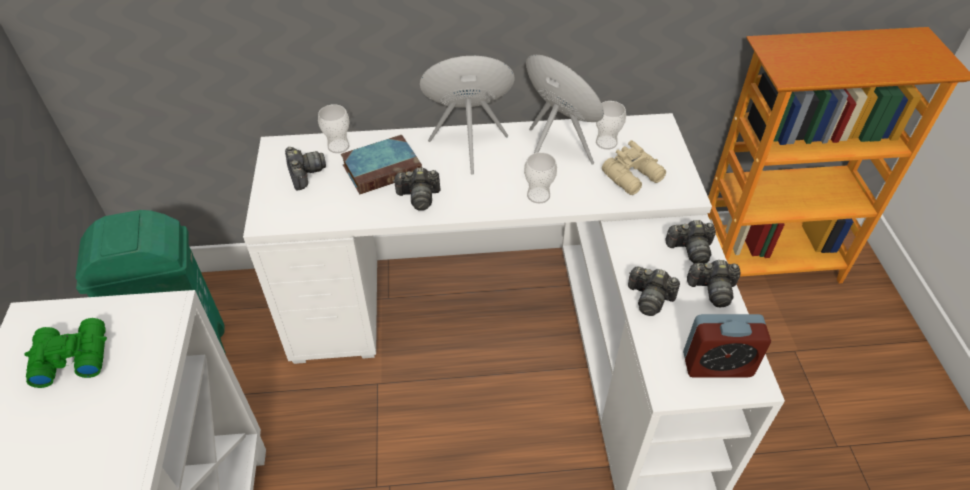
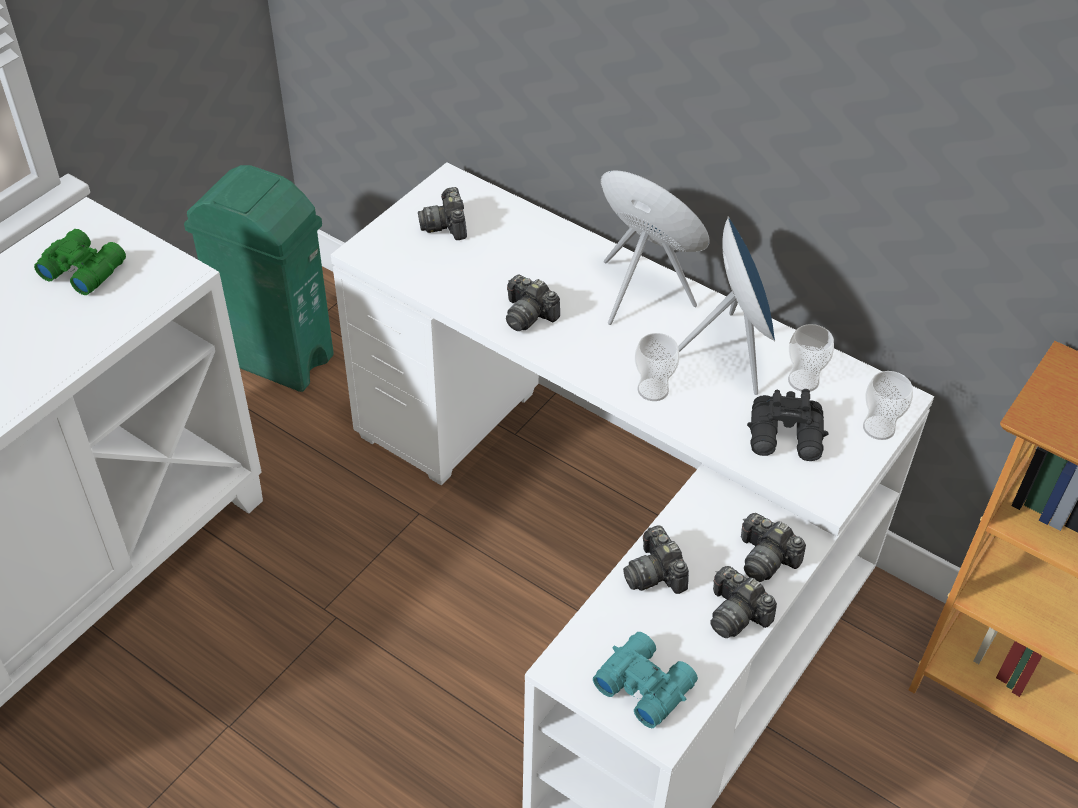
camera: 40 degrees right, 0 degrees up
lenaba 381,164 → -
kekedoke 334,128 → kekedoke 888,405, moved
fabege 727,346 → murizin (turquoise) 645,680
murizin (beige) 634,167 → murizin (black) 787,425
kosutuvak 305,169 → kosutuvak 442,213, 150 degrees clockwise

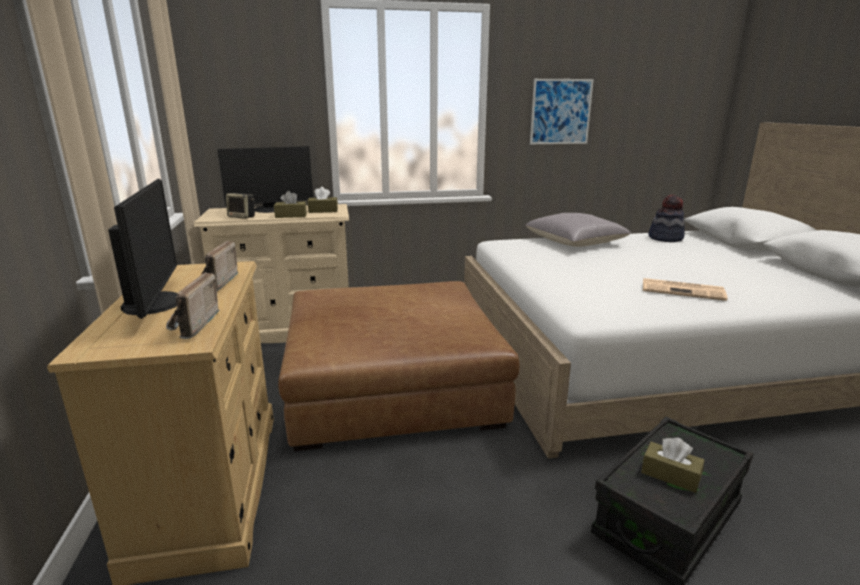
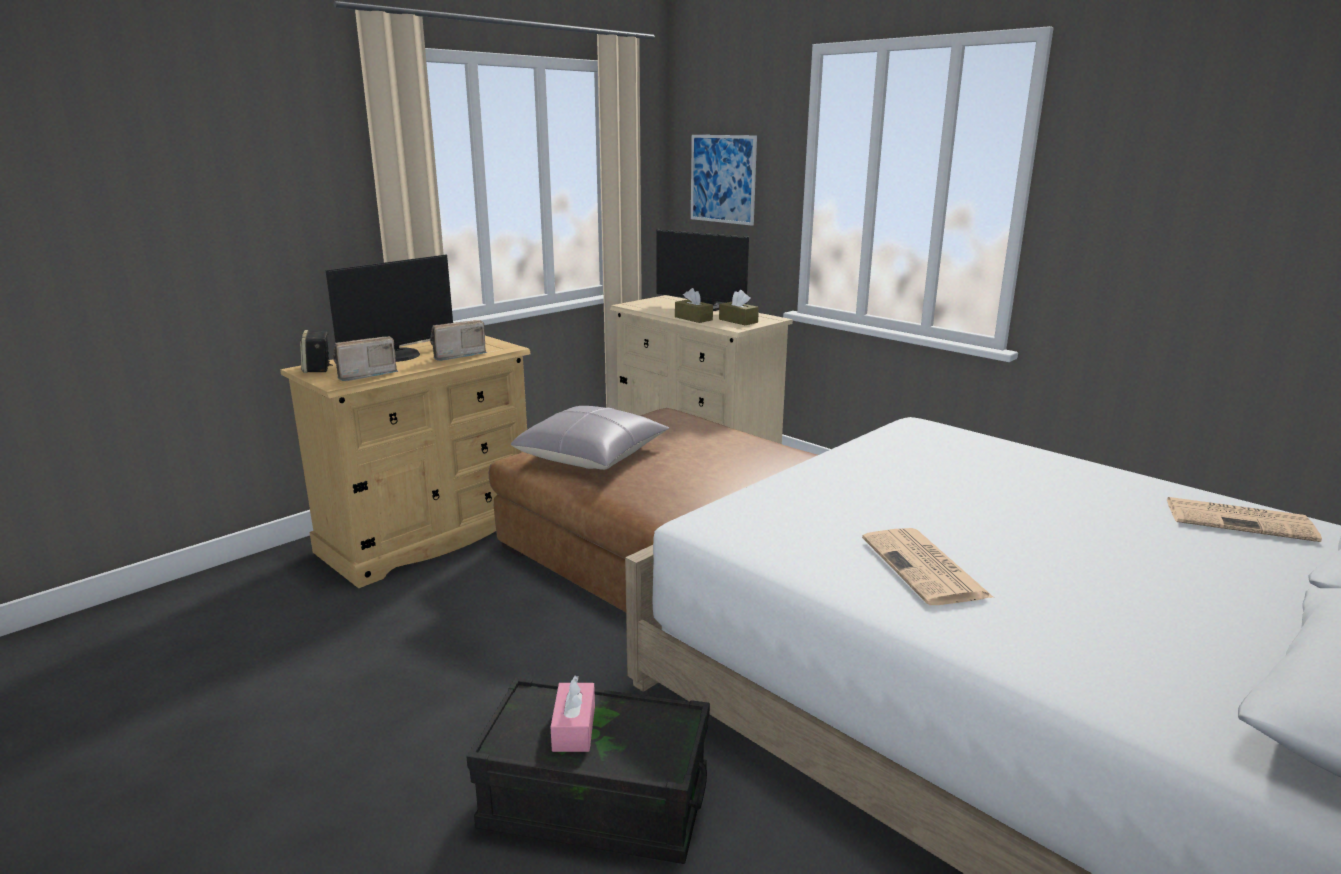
camera: 55 degrees right, 0 degrees up
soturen 240,206 → soturen 316,351, moved
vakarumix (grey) 578,230 → vakarumix (grey) 590,438, moved
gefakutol 562,111 → gefakutol 724,180, moved
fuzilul 666,218 → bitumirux 1244,519
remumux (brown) 673,465 → remumux (pink) 573,714

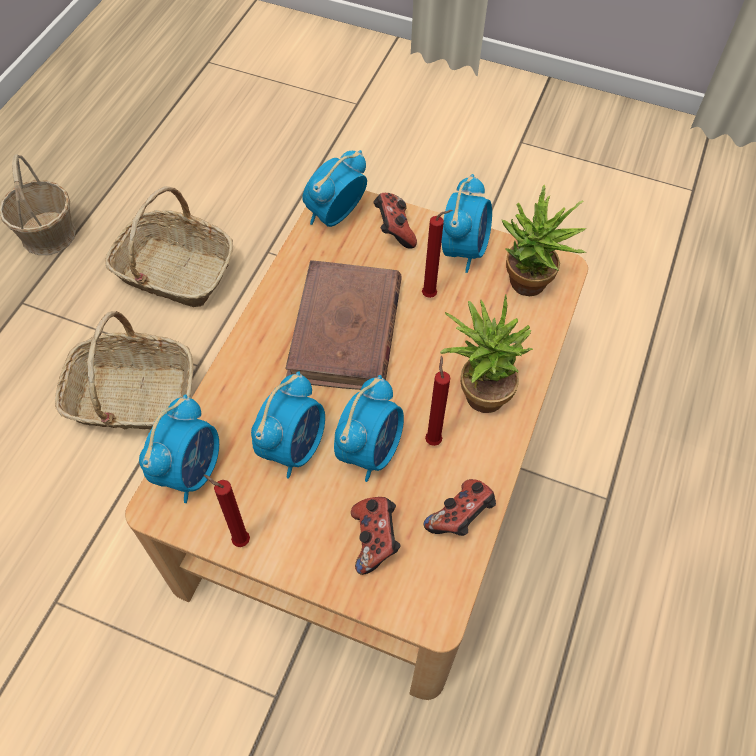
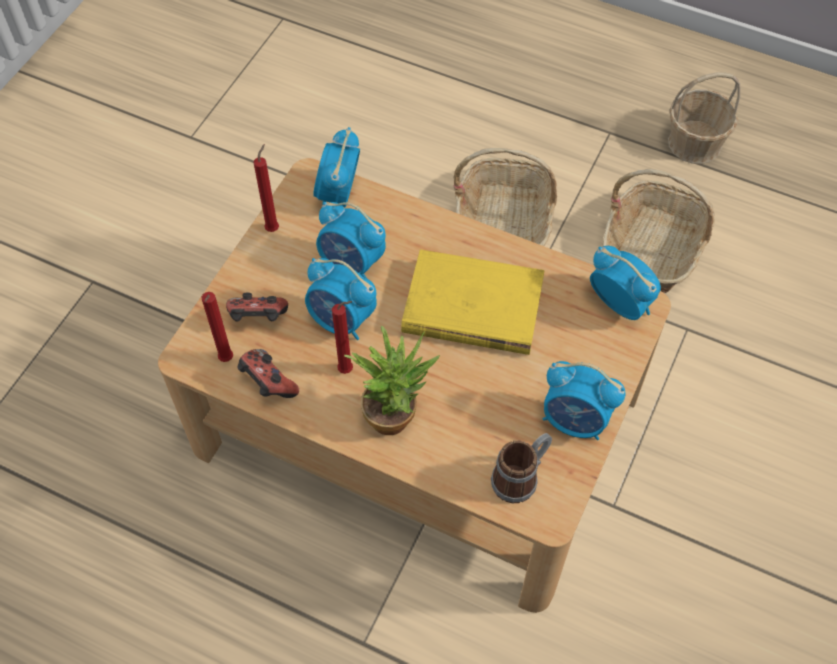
camera: 95 degrees right, 0 degrees up
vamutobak 395,221 → -
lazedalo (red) 437,254 → lazedalo (red) 217,327, moved
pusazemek 543,240 → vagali 521,468
lenaba (brown) 344,325 → lenaba (yellow) 473,302
fabege 179,448 → fabege 336,167, 75 degrees clockwise

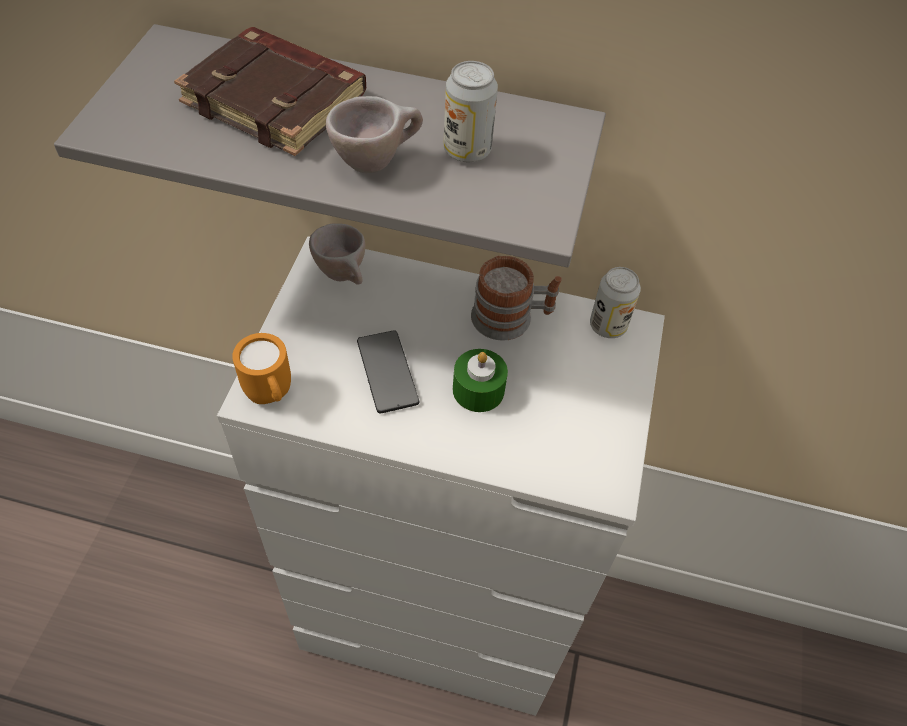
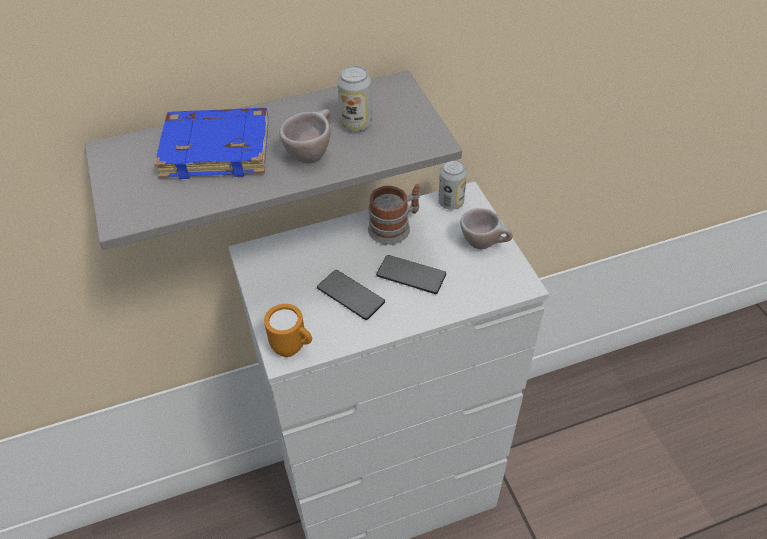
camera: 30 degrees left, 5 degrees down
kekedoke (beige) 337,254 → kekedoke (beige) 486,228, moved
lazedalo (green) 480,380 → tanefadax 411,274
lenaba (brown) 270,91 → lenaba (blue) 211,143

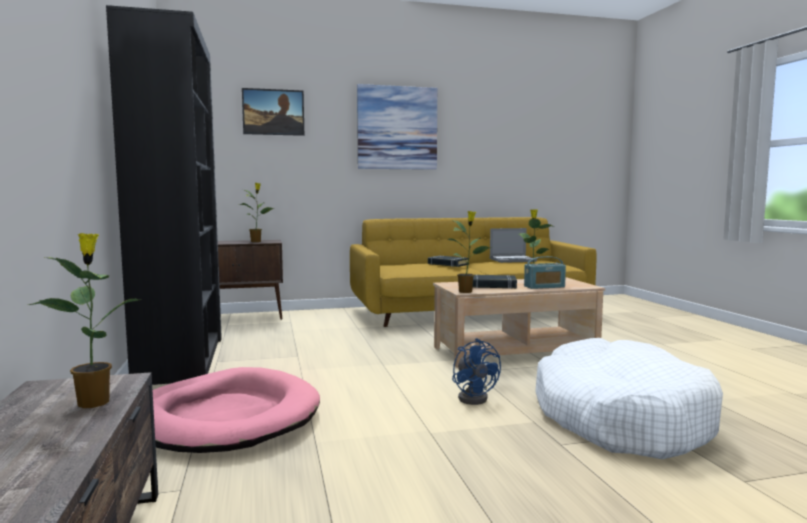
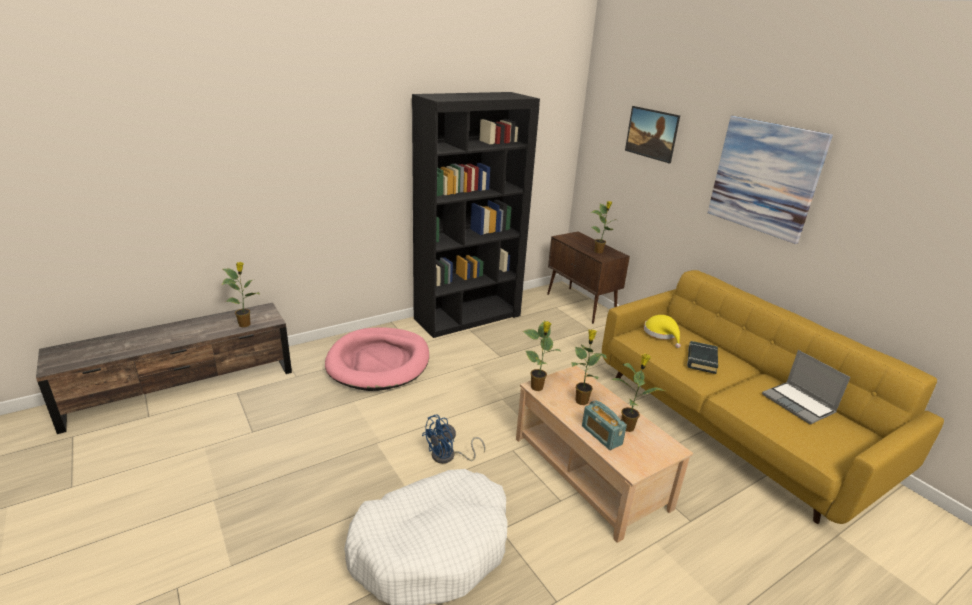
camera: 70 degrees right, 20 degrees up
- → fuzilul (yellow) 662,331
lenaba (black) 495,282 → pusazemek 589,367

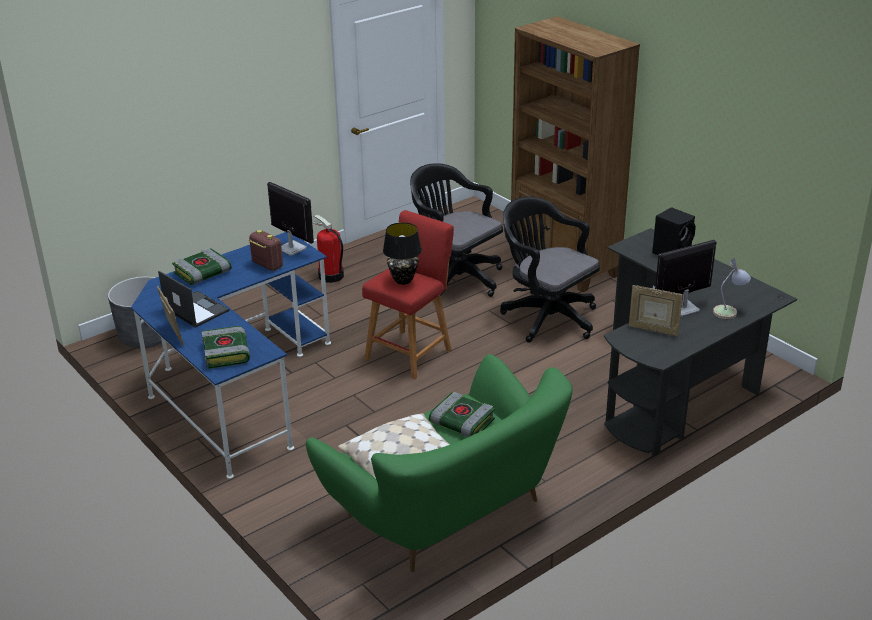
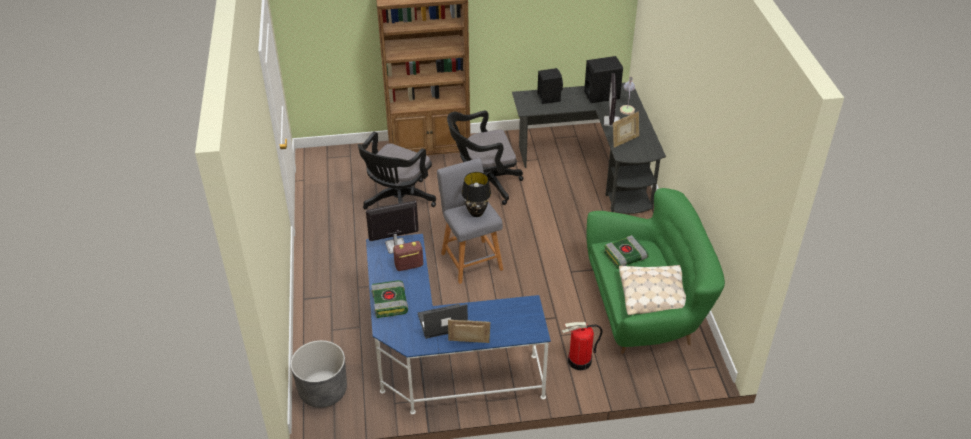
camera: 60 degrees left, 10 degrees up
lenaba 226,347 → -
- → soturen (black) 603,79
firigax 328,249 → firigax 582,346, moved
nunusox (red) 408,294 → nunusox (grey) 470,221
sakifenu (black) 456,230 → sakifenu (black) 397,171, 45 degrees counterclockwise

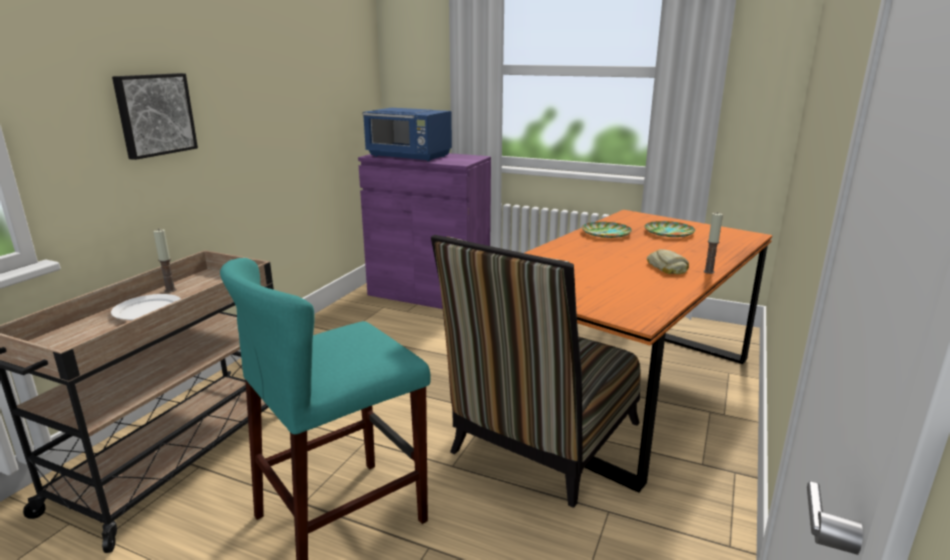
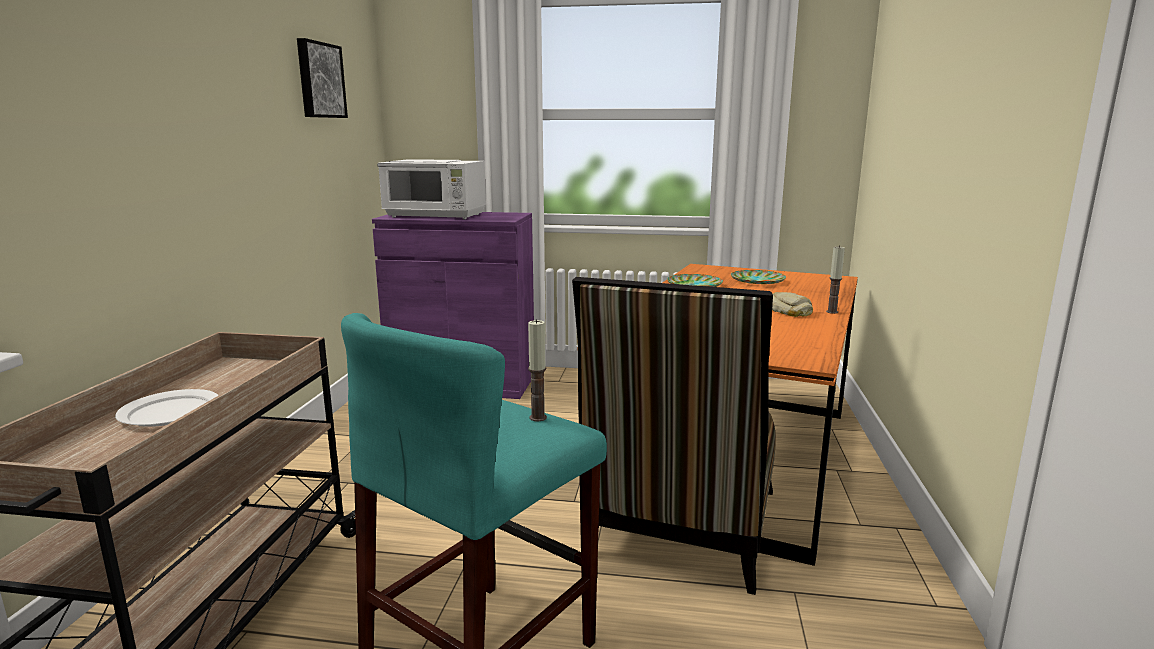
camera: 15 degrees left, 5 degrees down
gefakutol 155,116 → gefakutol 322,78, moved
lazedalo 164,261 → lazedalo 537,370, moved
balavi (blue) 407,135 → balavi (white) 431,189

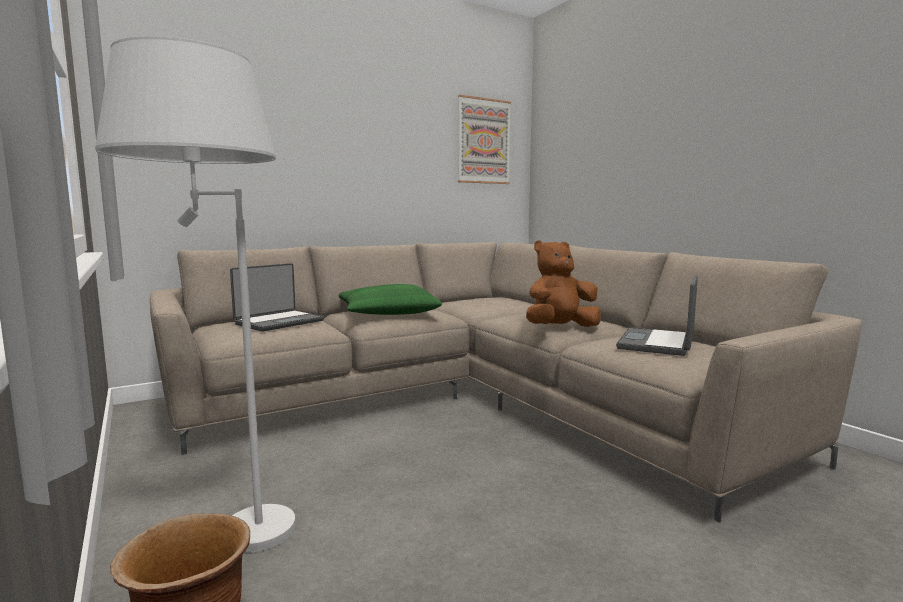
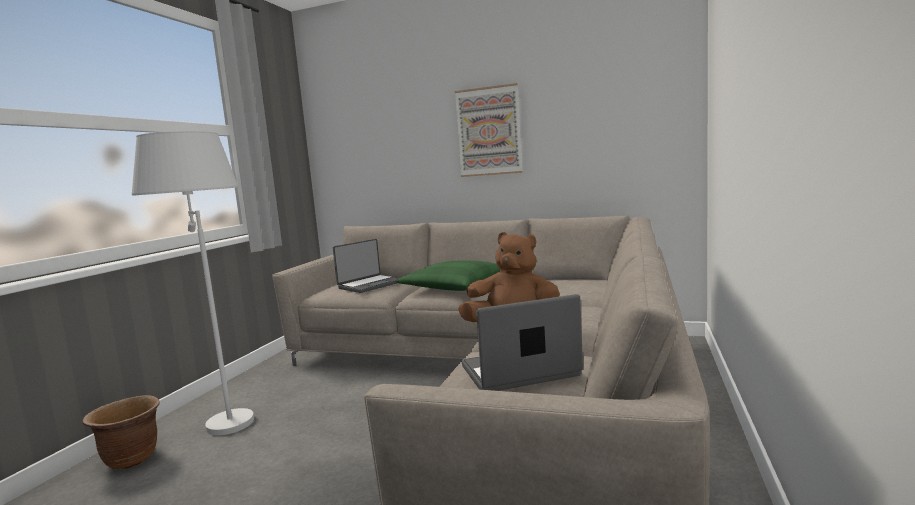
camera: 50 degrees right, 0 degrees up
gefakutol 484,139 → gefakutol 489,130, moved
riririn 277,297 → riririn 366,266, 45 degrees counterclockwise

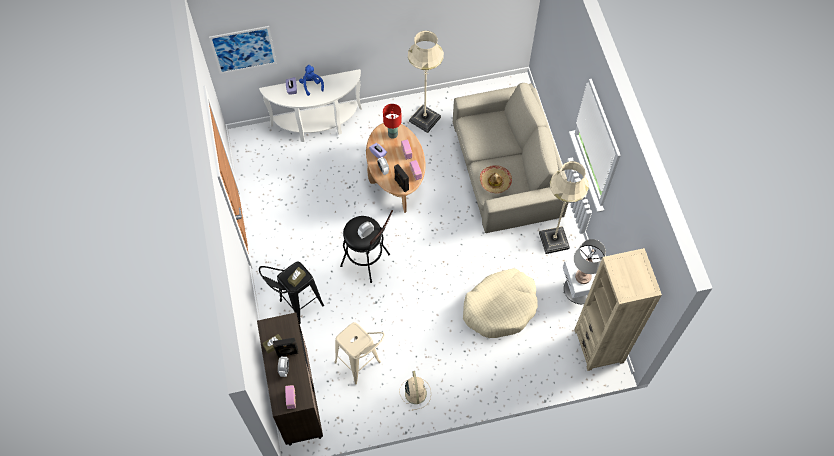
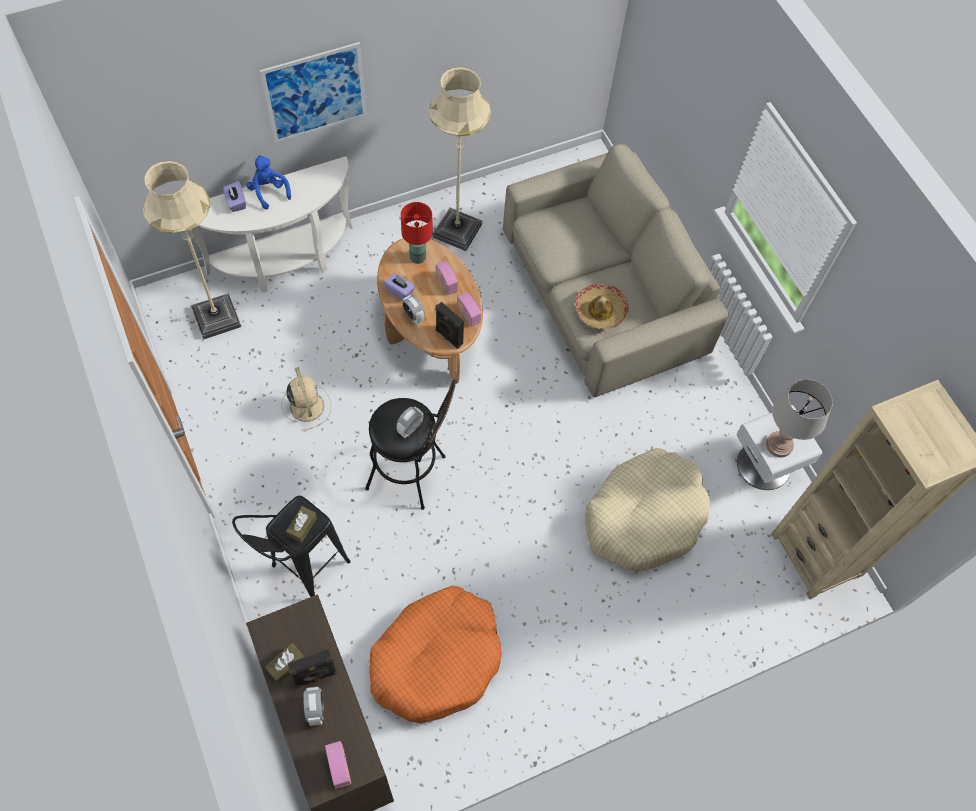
camera: 15 degrees left, 0 degrees up
gefakutol 243,50 → gefakutol 313,92, moved
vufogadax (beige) 415,391 → vufogadax (beige) 306,399, moved
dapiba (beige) 564,207 → dapiba (beige) 192,250, moved
nunusox (beige) 359,353 → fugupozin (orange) 435,654

